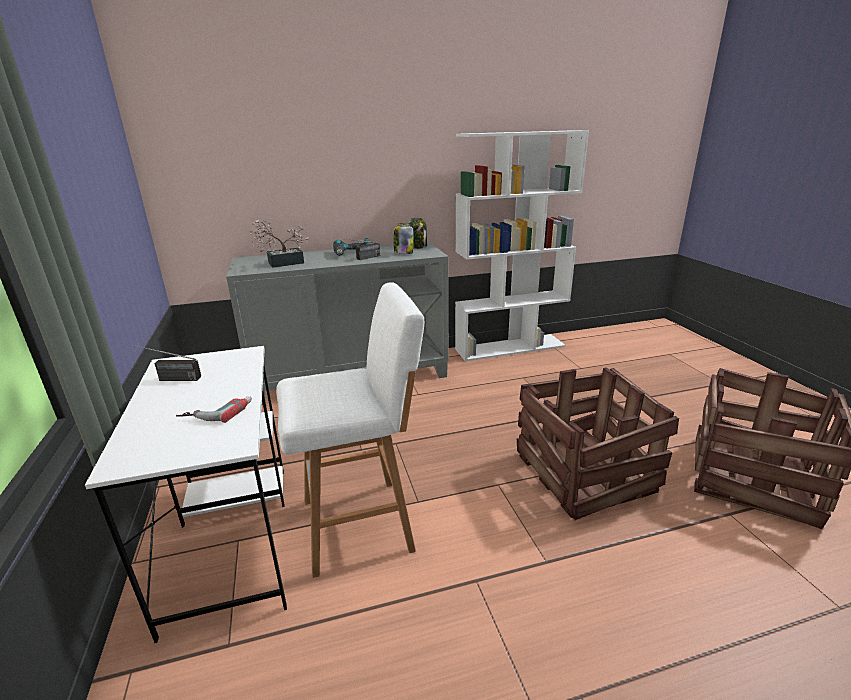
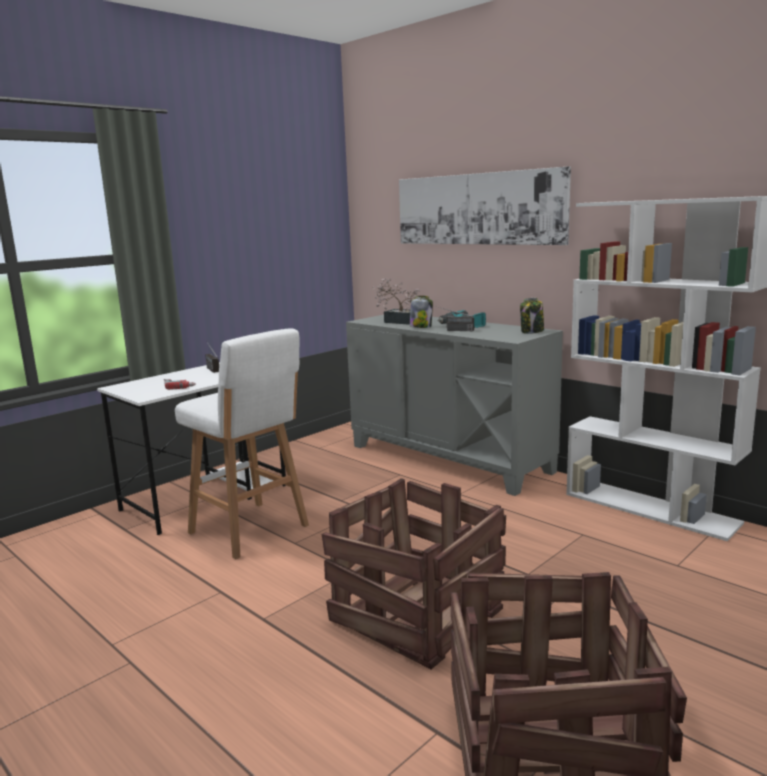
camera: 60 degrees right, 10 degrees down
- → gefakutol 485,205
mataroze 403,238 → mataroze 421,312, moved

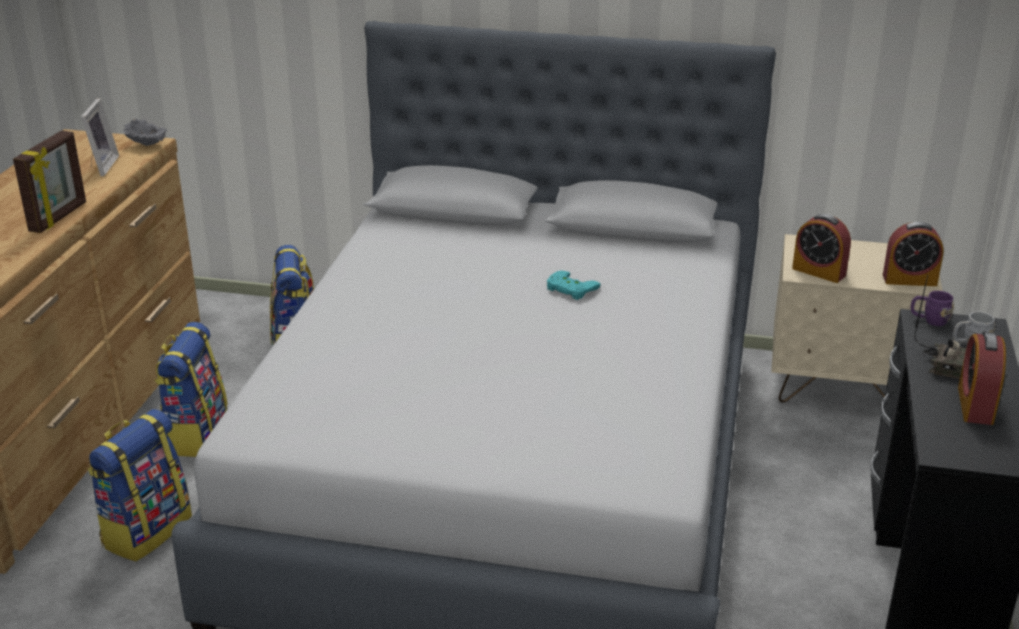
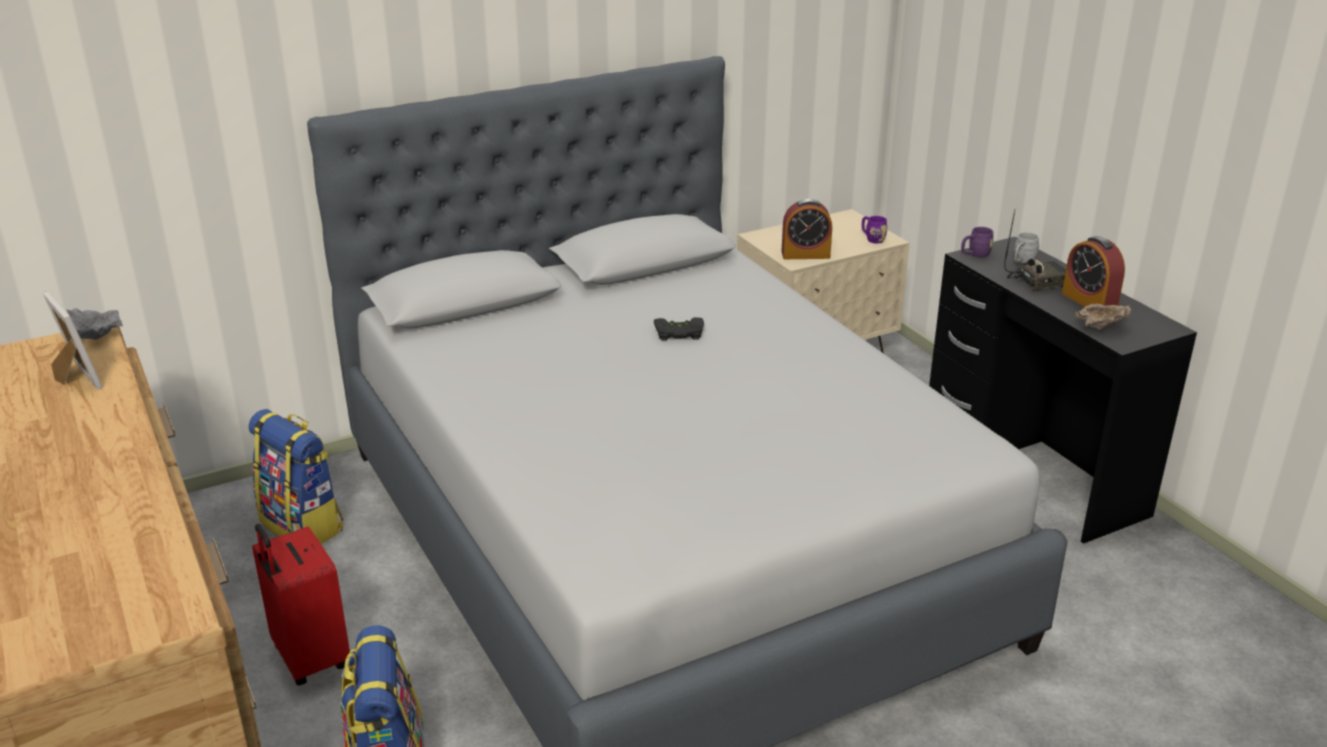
camera: 40 degrees left, 0 degrees up
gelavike 49,181 → -
- → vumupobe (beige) 1103,316
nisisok 191,389 → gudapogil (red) 301,604
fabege 913,254 → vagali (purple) 875,229
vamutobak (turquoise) 573,285 → vamutobak (black) 679,328

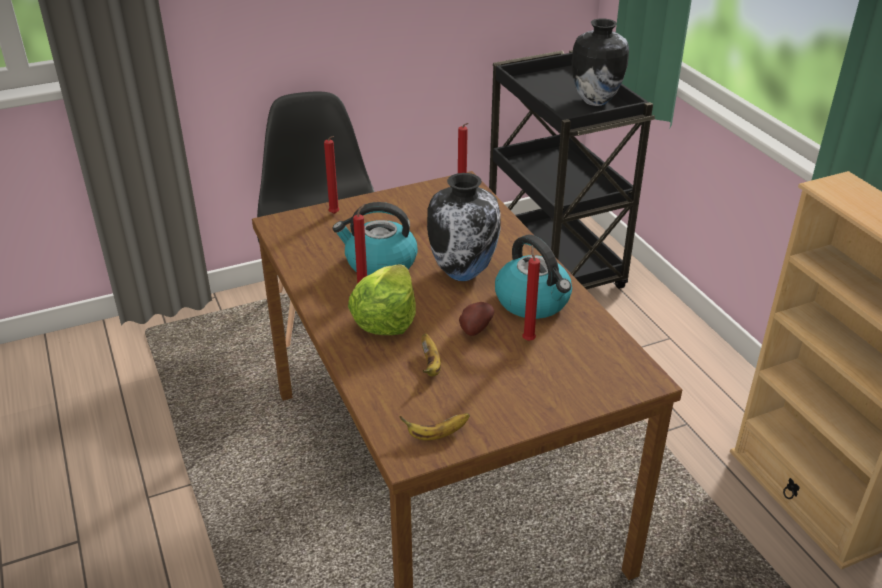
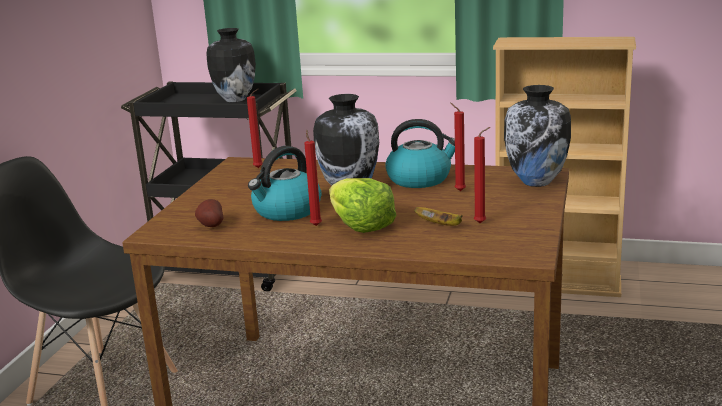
camera: 50 degrees left, 15 degrees down
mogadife 434,426 → -
- → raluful 537,136
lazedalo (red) 332,175 → lazedalo (red) 482,175, moved
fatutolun 476,319 → fatutolun 209,213, moved

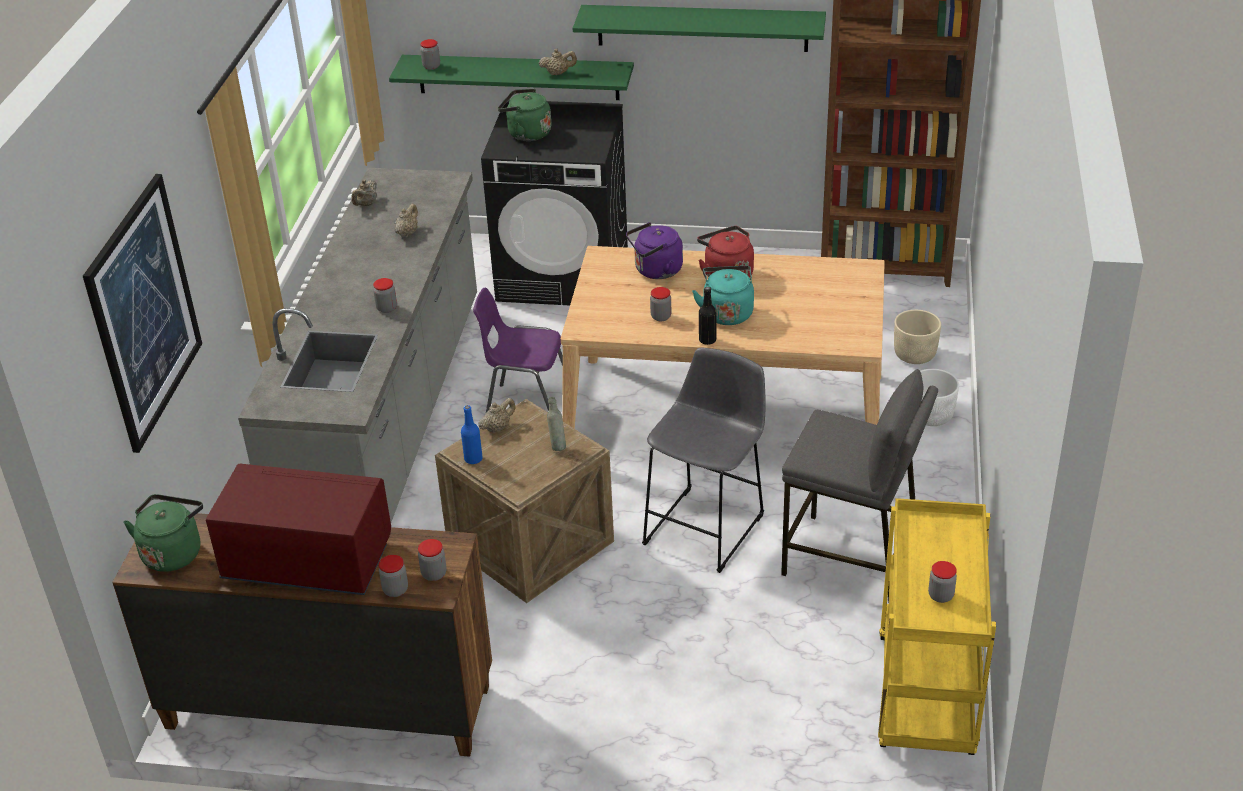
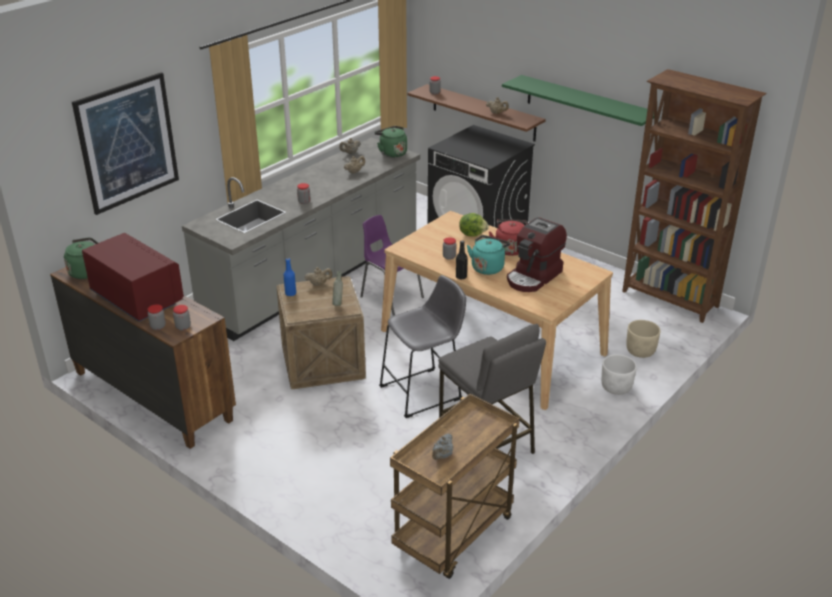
camera: 30 degrees right, 5 degrees down
- → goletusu 537,254
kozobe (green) 525,115 → kozobe (green) 390,142, moved
kozobe (purple) 654,250 → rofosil 474,225
mataroze 942,582 → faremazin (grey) 442,447
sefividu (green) 511,77 → sefividu (brown) 476,113
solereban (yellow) 937,626 → solereban (brown) 455,486

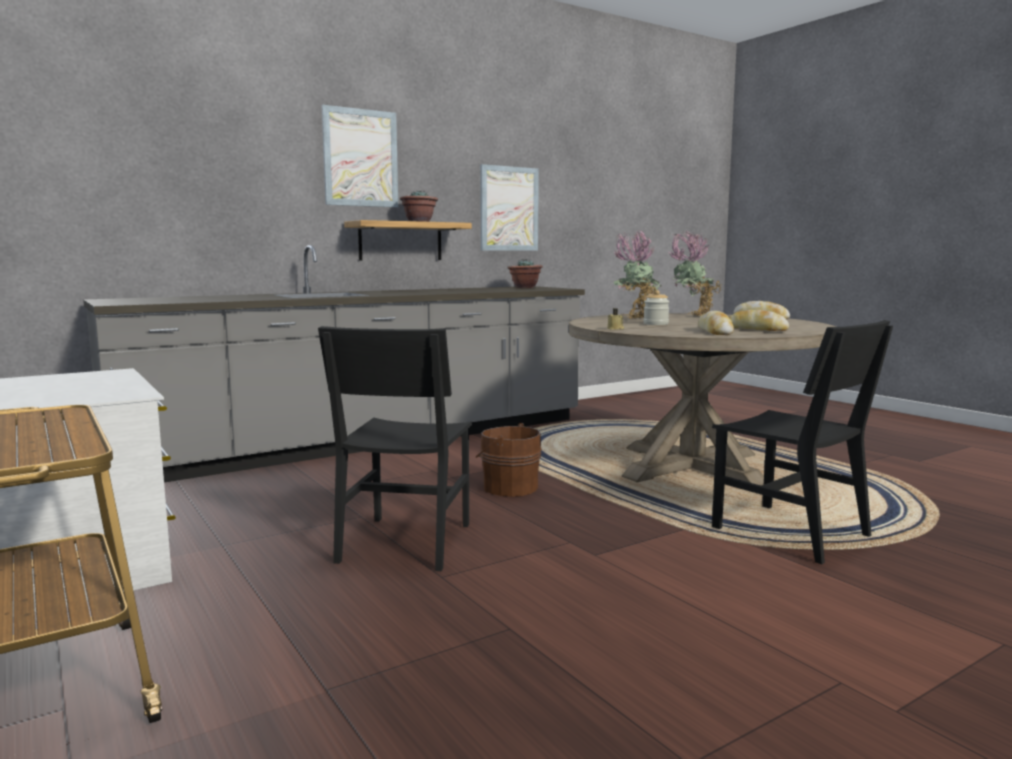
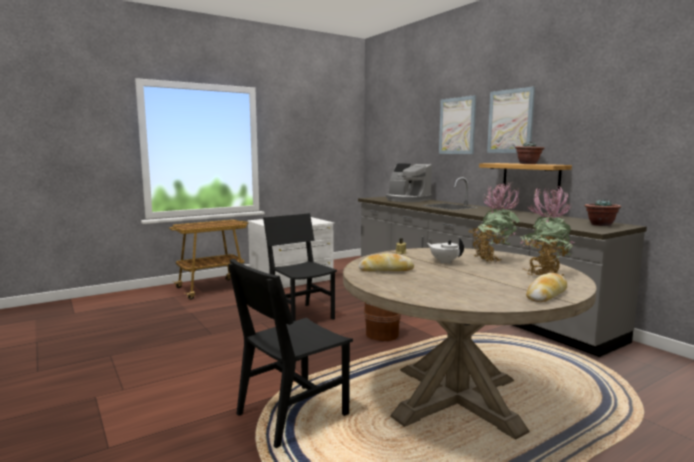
camera: 90 degrees right, 0 degrees up
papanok 759,320 → -
- → goletusu 409,182
gefakutol 509,207 → gefakutol 457,124, moved
mataroze 656,307 → faremazin (white) 445,250
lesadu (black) 395,448 → lesadu (black) 300,267, 45 degrees clockwise

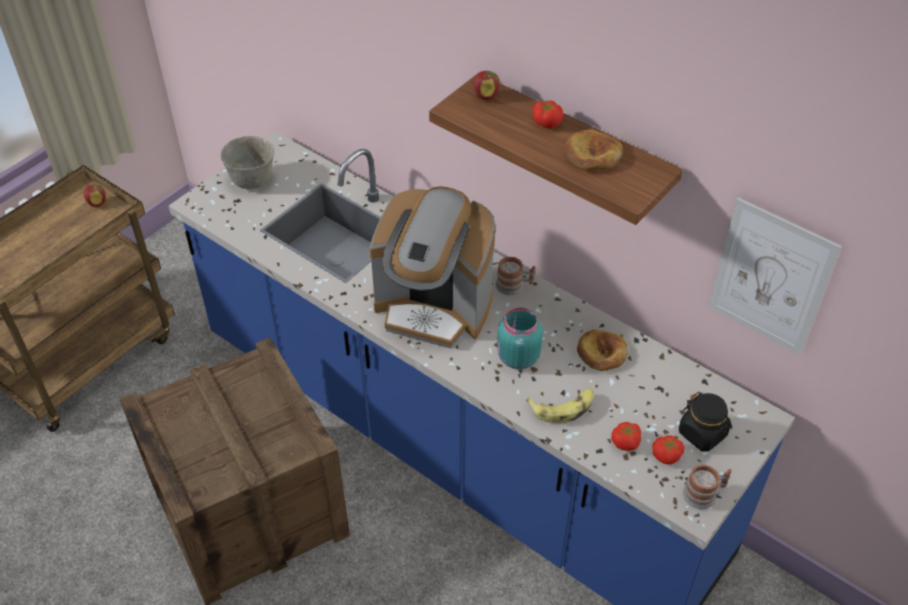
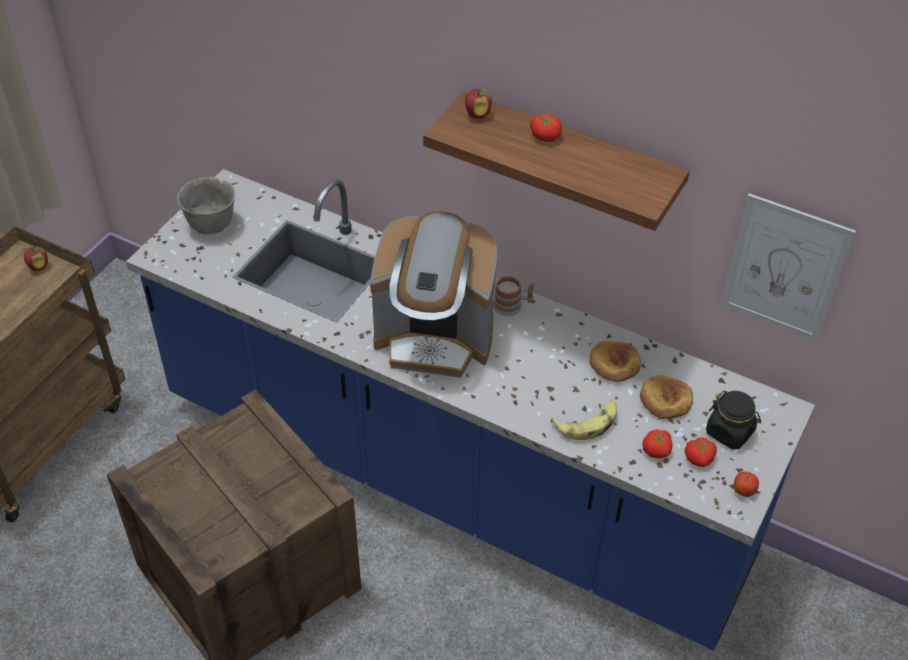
camera: 10 degrees left, 0 degrees up
mataroze (turquoise) 520,338 → -
papanok 593,150 → papanok 666,397, moved
vagali 707,487 → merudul 746,484

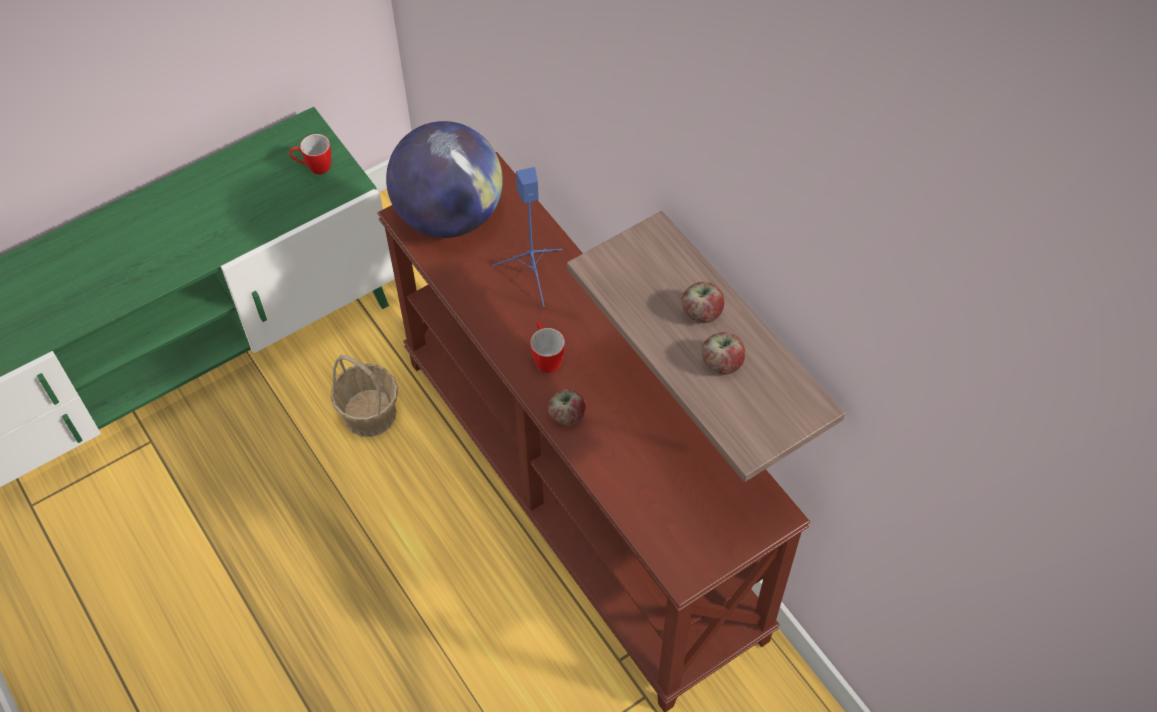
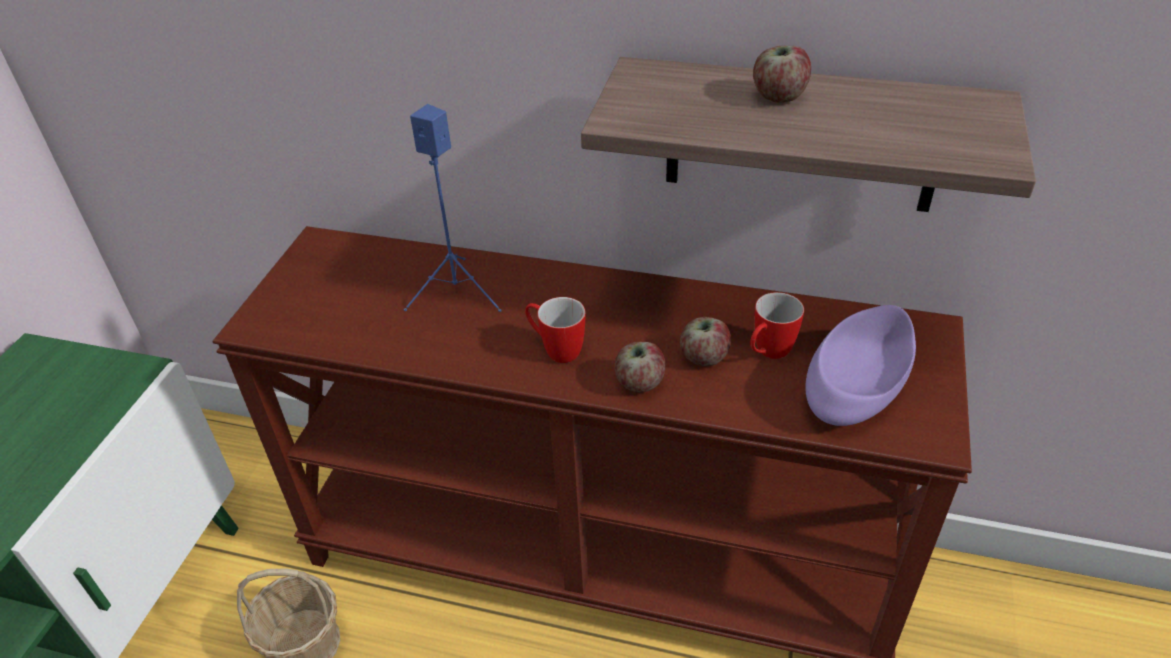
camera: 40 degrees left, 15 degrees down
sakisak 444,179 → -
- → vumupobe (purple) 861,365
vagali 310,154 → vagali 777,325, moved
merudul 723,353 → merudul 705,341, moved

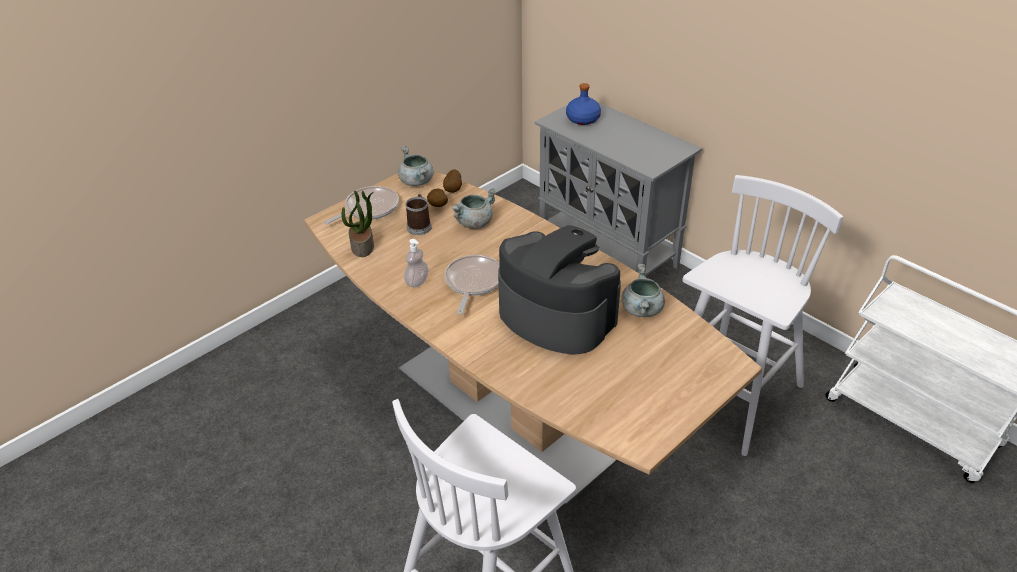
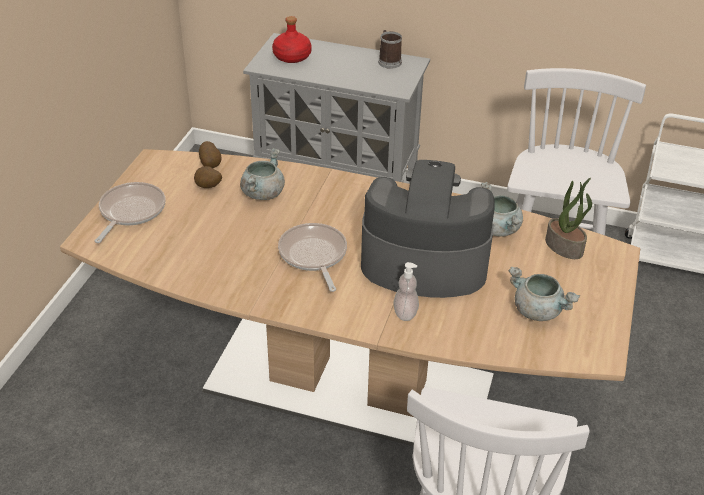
camera: 30 degrees left, 0 degrees up
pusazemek 358,224 → pusazemek 568,218, moved
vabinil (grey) 415,166 → vabinil (grey) 544,294, moved
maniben 416,263 → maniben 406,291, moved
vagali 418,214 → vagali 390,49, moved
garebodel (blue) 583,104 → garebodel (red) 292,39

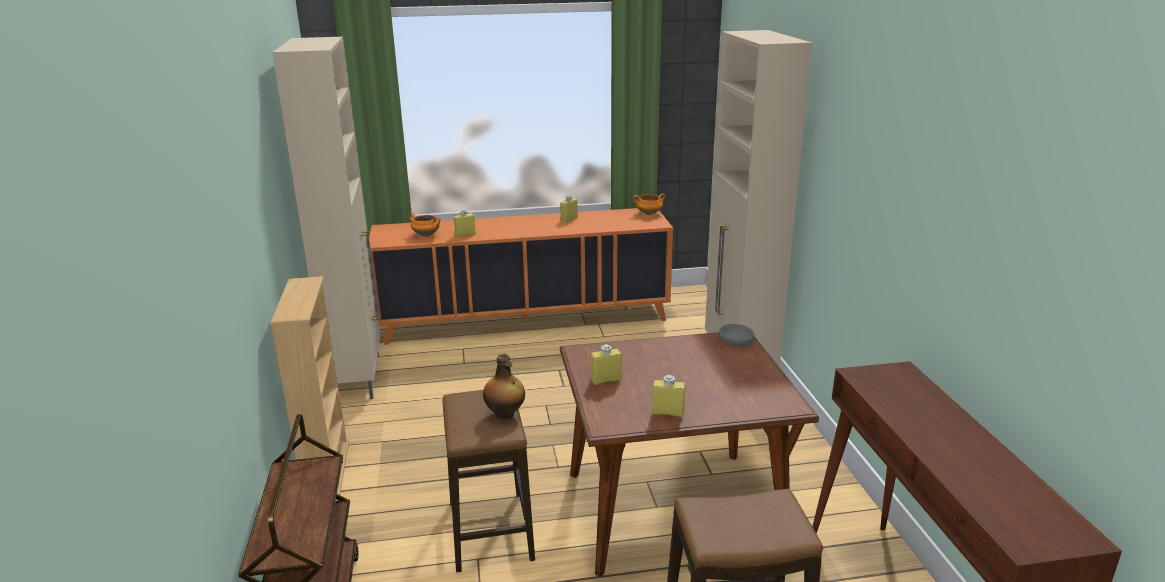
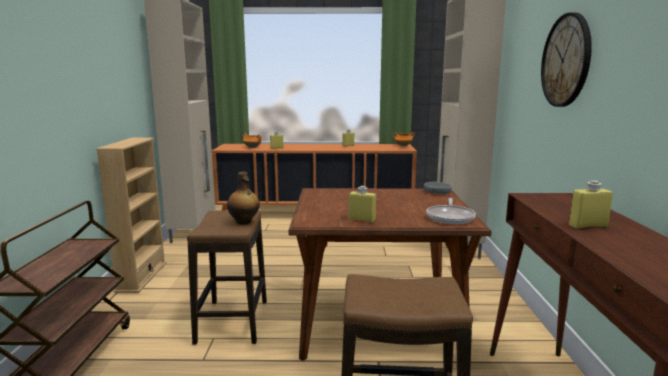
camera: 10 degrees right, 10 degrees down
- → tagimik 451,211
- → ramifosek 566,59
garebodel (yellow) 606,364 → garebodel (yellow) 591,204, moved

